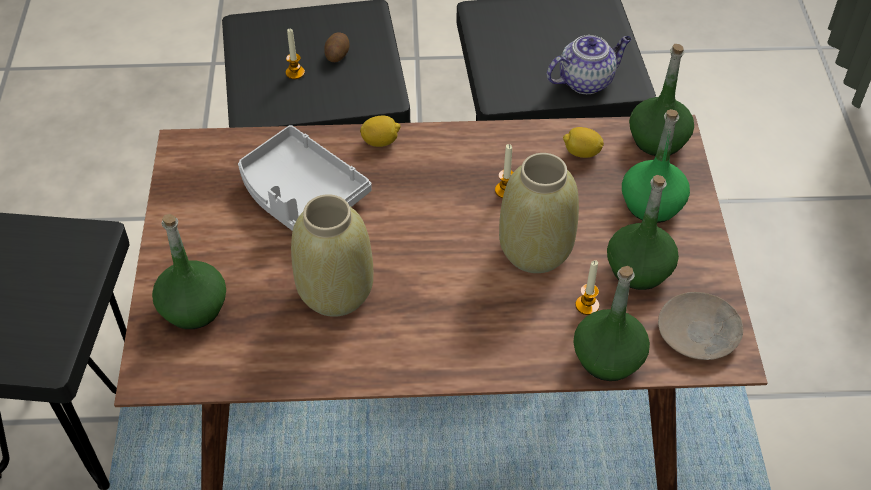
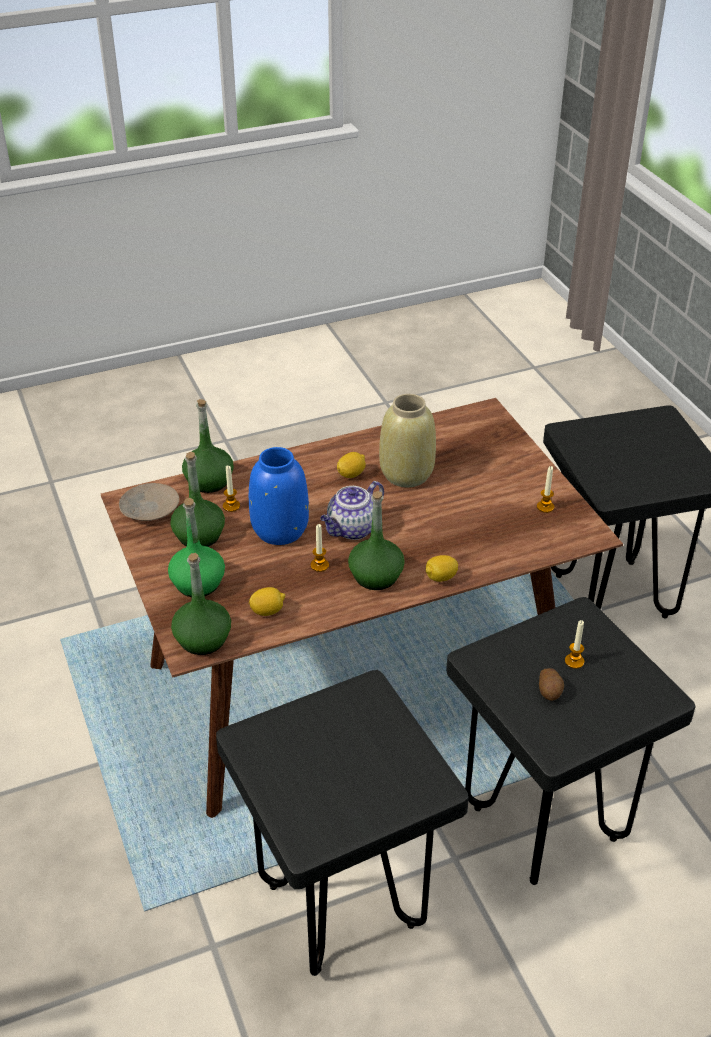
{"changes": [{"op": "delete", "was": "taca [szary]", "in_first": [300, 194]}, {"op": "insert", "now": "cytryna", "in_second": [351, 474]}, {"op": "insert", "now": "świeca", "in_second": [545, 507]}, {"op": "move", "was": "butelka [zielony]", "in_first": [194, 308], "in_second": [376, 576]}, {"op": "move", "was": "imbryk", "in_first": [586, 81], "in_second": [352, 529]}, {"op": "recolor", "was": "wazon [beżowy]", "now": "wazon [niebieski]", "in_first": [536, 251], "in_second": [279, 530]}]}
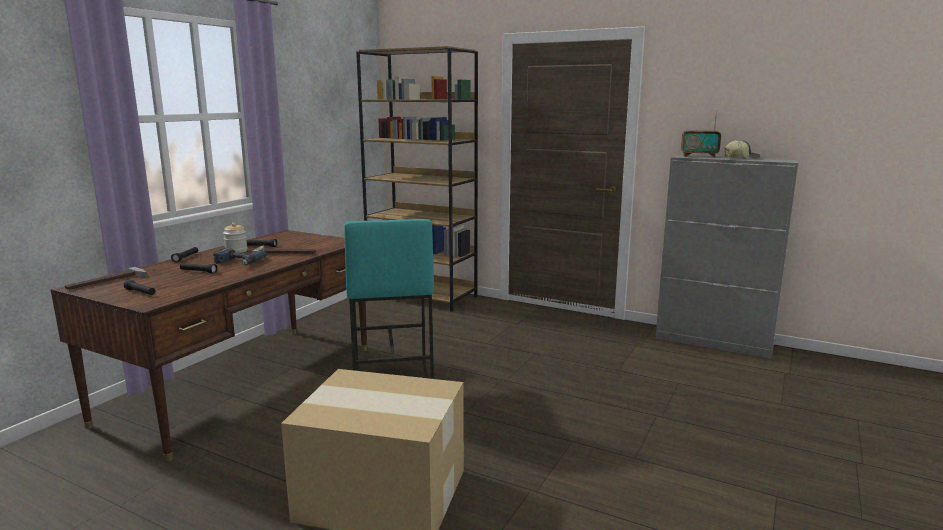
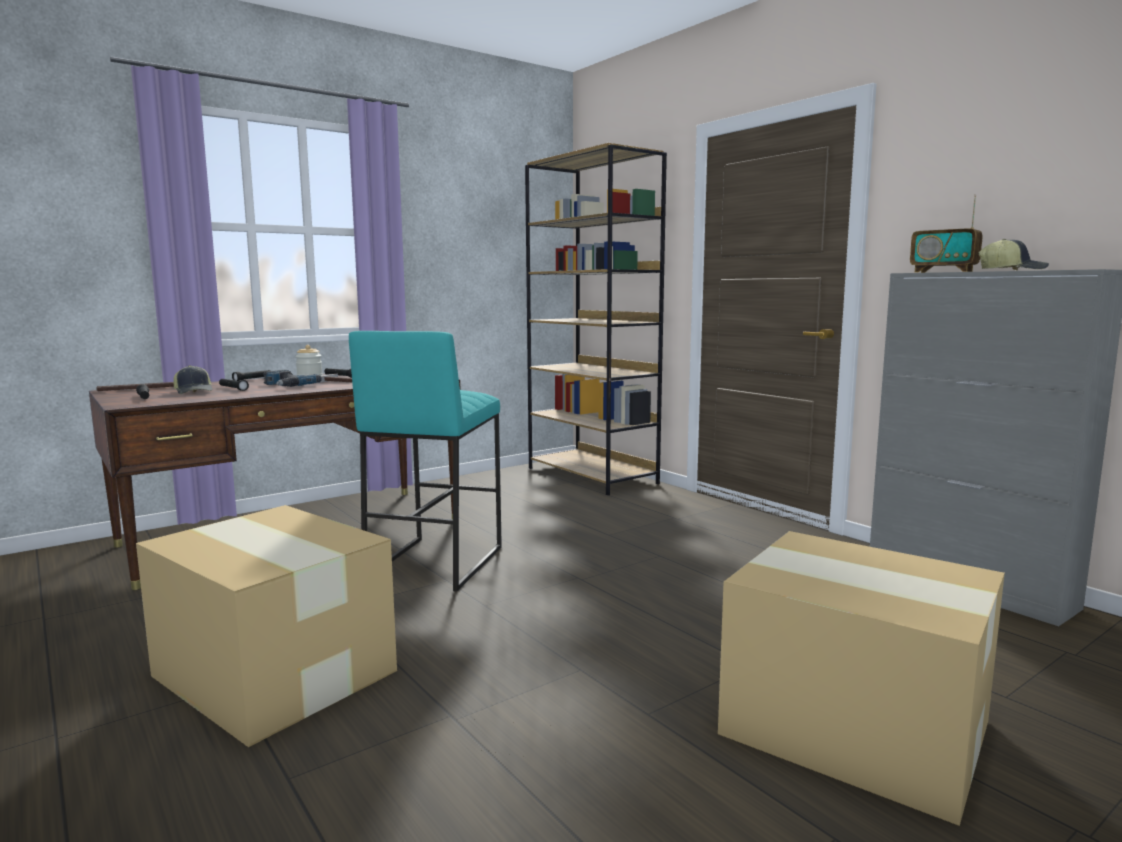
{"changes": [{"op": "insert", "now": "czapka z daszkiem", "in_second": [194, 392]}, {"op": "insert", "now": "karton", "in_second": [857, 729]}]}
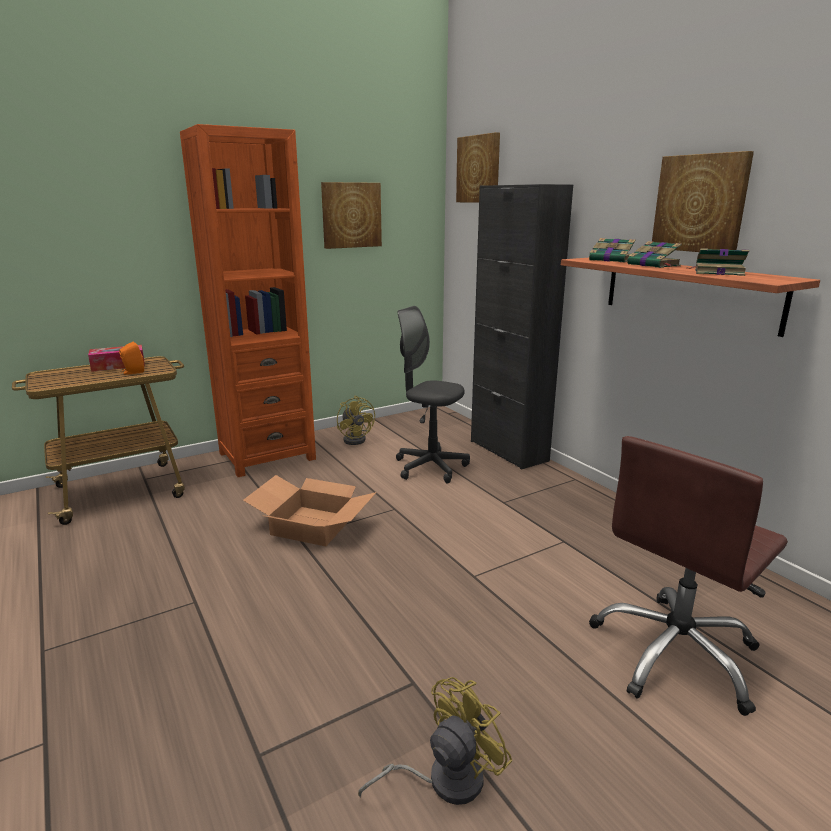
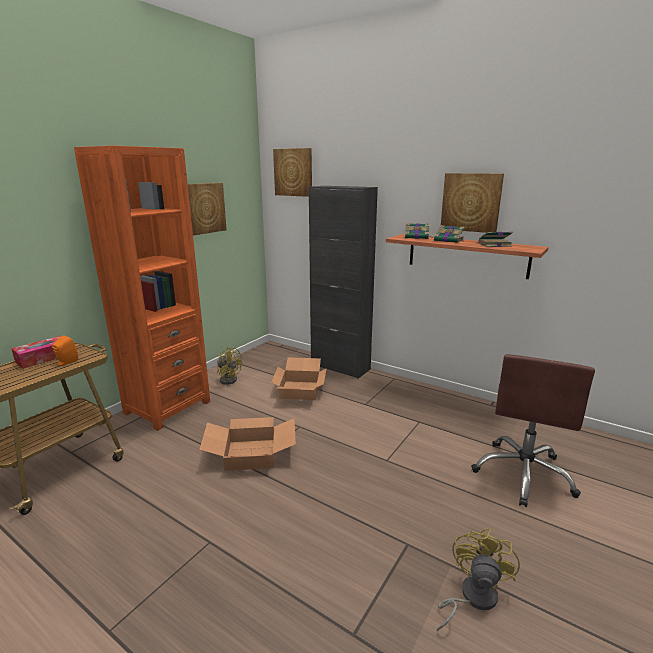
{"changes": [{"op": "replace", "was": "krzesło biurowe [szary]", "now": "karton", "in_first": [430, 467], "in_second": [299, 390]}]}
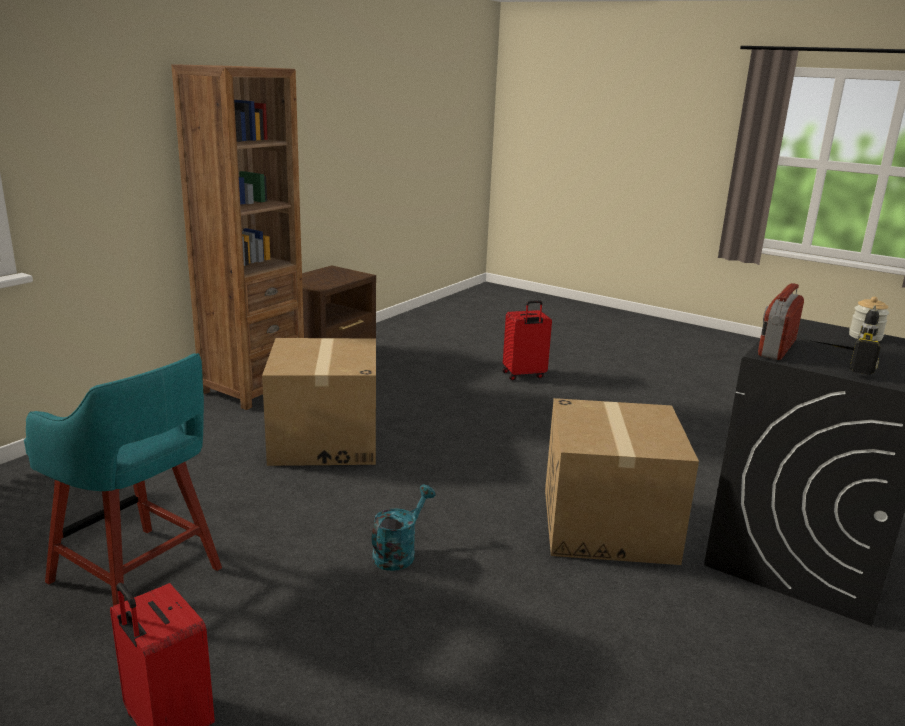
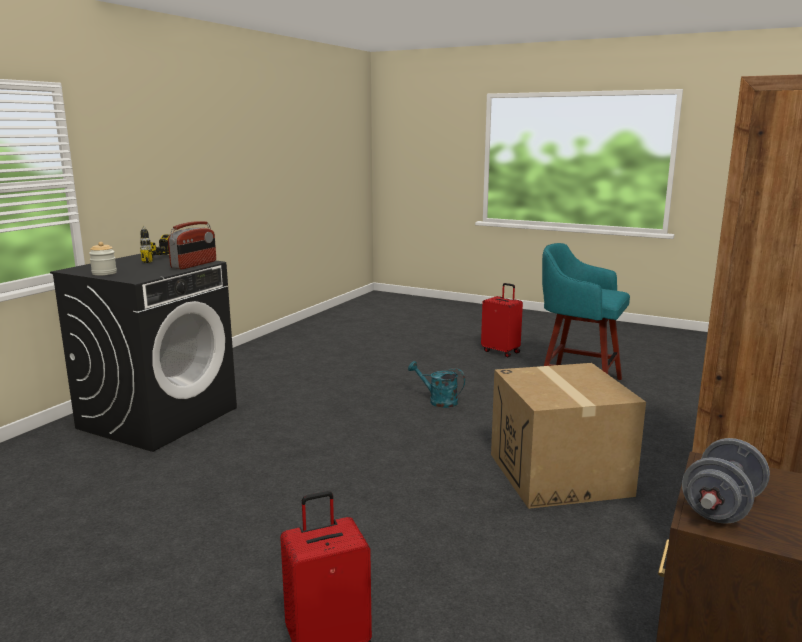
{"changes": [{"op": "delete", "was": "karton", "in_first": [608, 525]}, {"op": "insert", "now": "hantel [szary]", "in_second": [721, 508]}, {"op": "rotate", "was": "konewka [turkusowy]", "in_first": [399, 553], "in_second": [438, 401], "clockwise": 90}]}
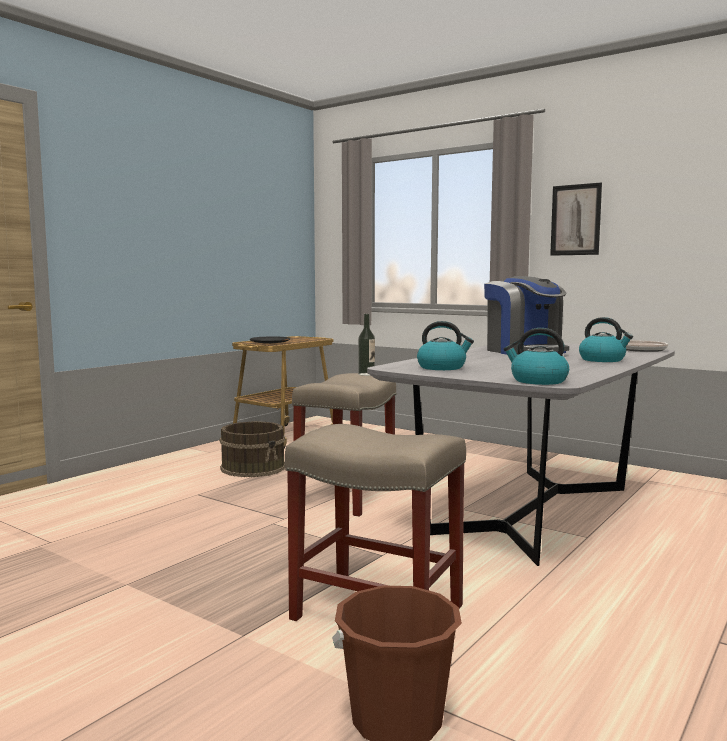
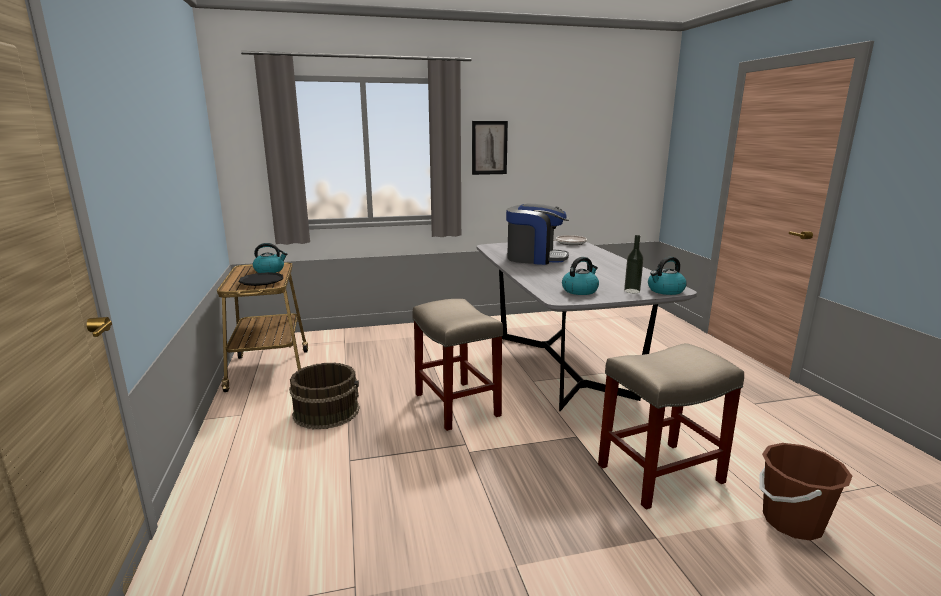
{"changes": [{"op": "move", "was": "butelka", "in_first": [366, 374], "in_second": [632, 291]}, {"op": "move", "was": "czajnik", "in_first": [603, 360], "in_second": [270, 270]}]}
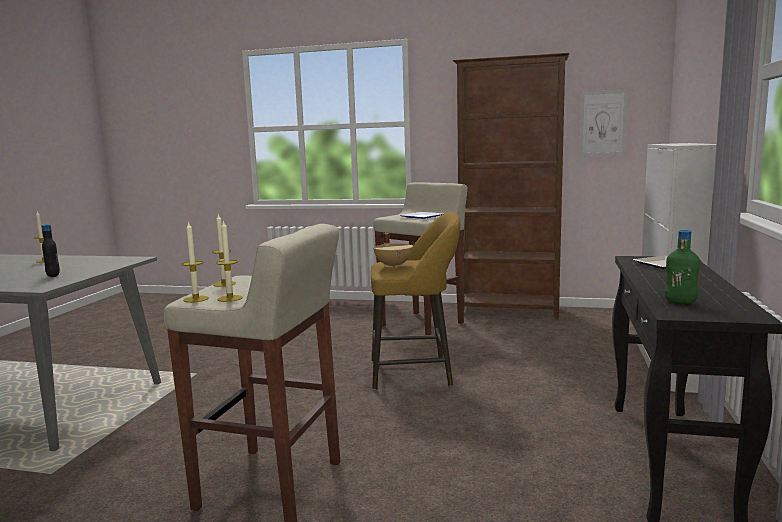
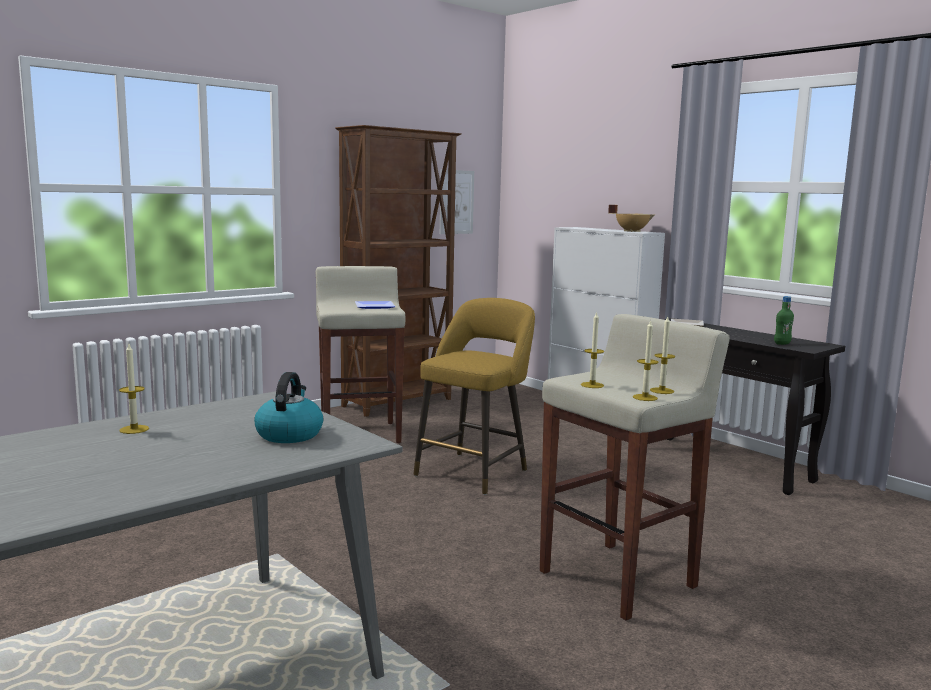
{"changes": [{"op": "move", "was": "garnek [beżowy]", "in_first": [394, 266], "in_second": [631, 231]}, {"op": "replace", "was": "butelka [czarny]", "now": "czajnik", "in_first": [53, 275], "in_second": [289, 434]}]}
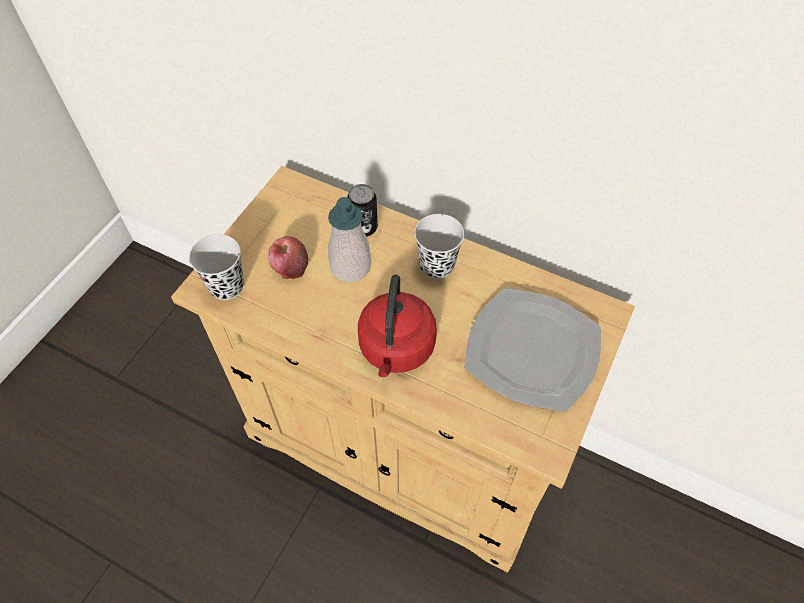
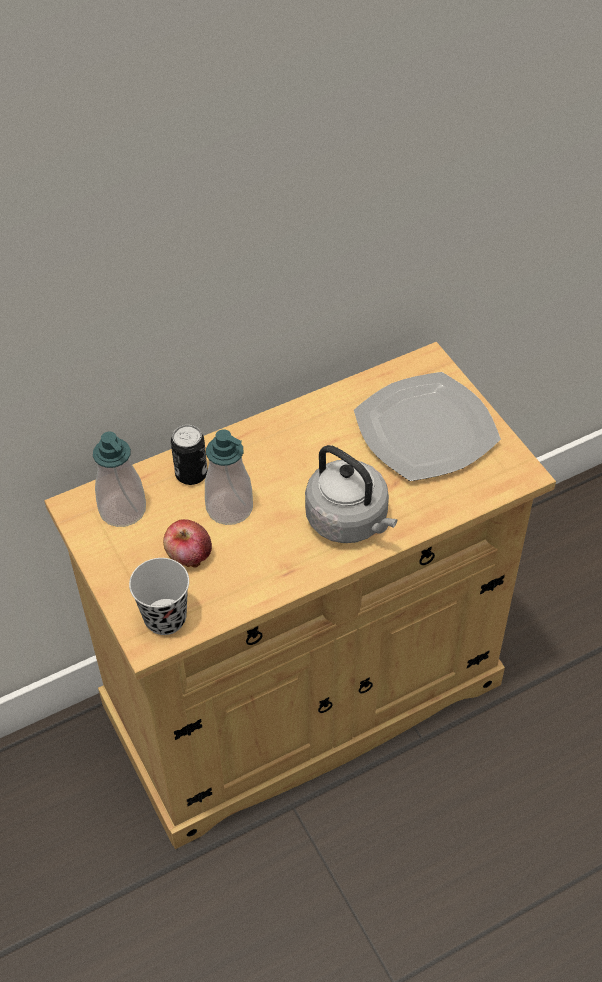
{"changes": [{"op": "delete", "was": "filiżanka [czarny]", "in_first": [437, 266]}, {"op": "insert", "now": "dozownik mydła", "in_second": [123, 510]}, {"op": "recolor", "was": "czajnik [czerwony]", "now": "czajnik [szary]", "in_first": [396, 350], "in_second": [350, 521]}]}
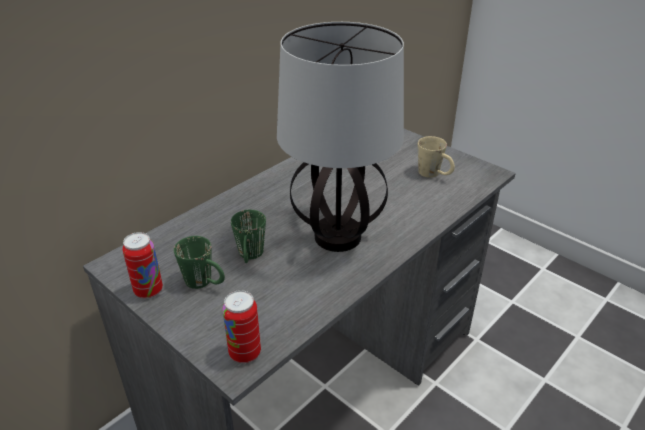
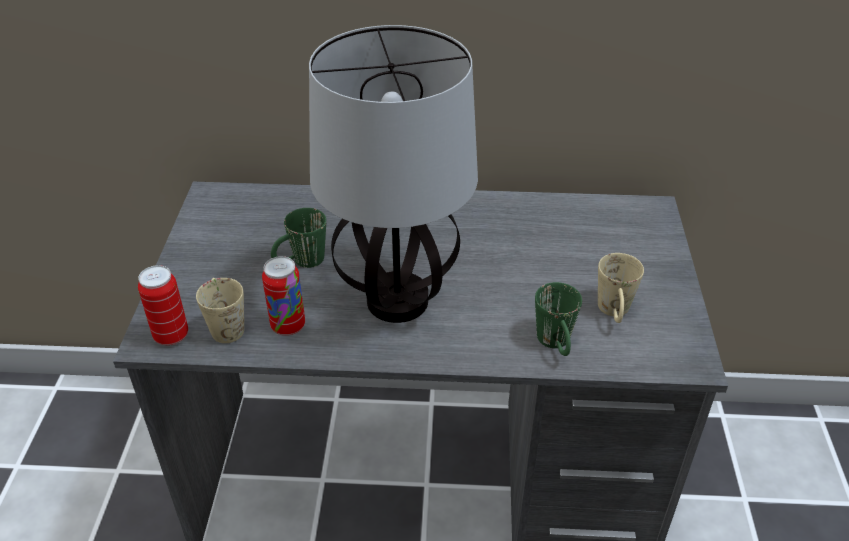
{"changes": [{"op": "insert", "now": "kubek [beżowy]", "in_second": [224, 324]}, {"op": "move", "was": "puszka", "in_first": [148, 291], "in_second": [288, 326]}, {"op": "move", "was": "kubek [zielony]", "in_first": [205, 283], "in_second": [556, 345]}]}
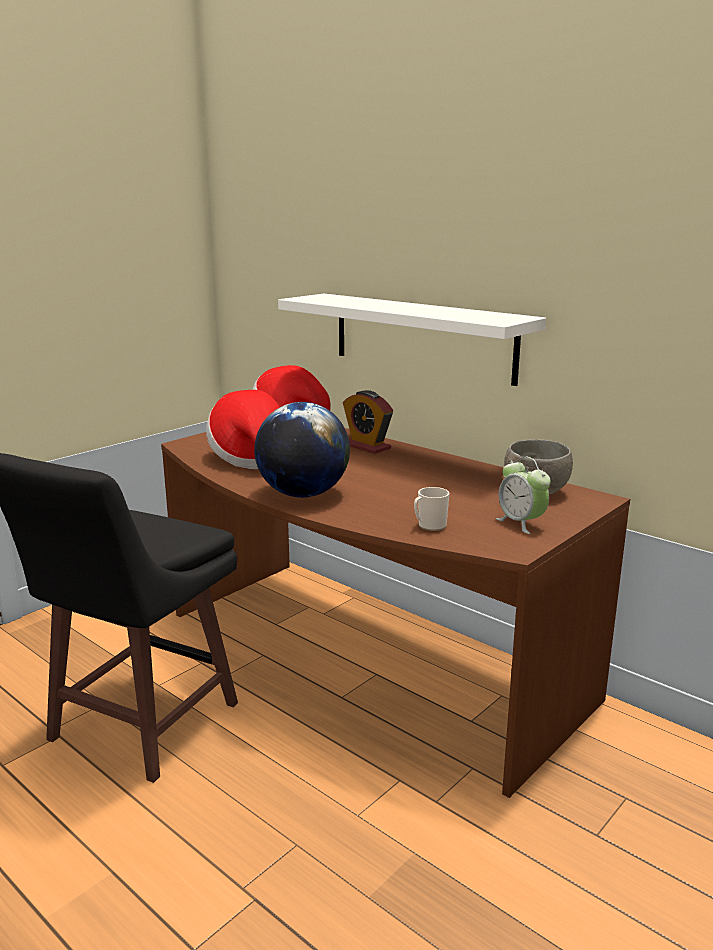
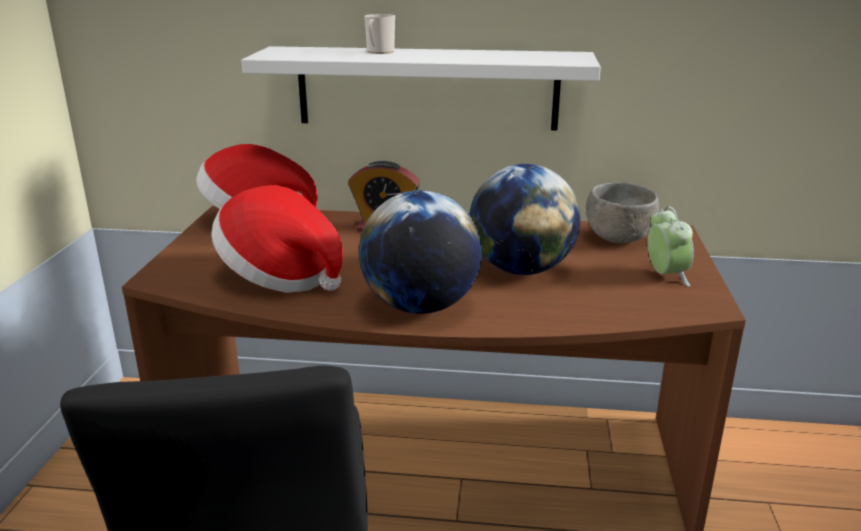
{"changes": [{"op": "insert", "now": "globus", "in_second": [521, 270]}, {"op": "move", "was": "kubek", "in_first": [429, 526], "in_second": [379, 52]}, {"op": "rotate", "was": "budzik", "in_first": [521, 523], "in_second": [665, 276], "clockwise": -120}]}
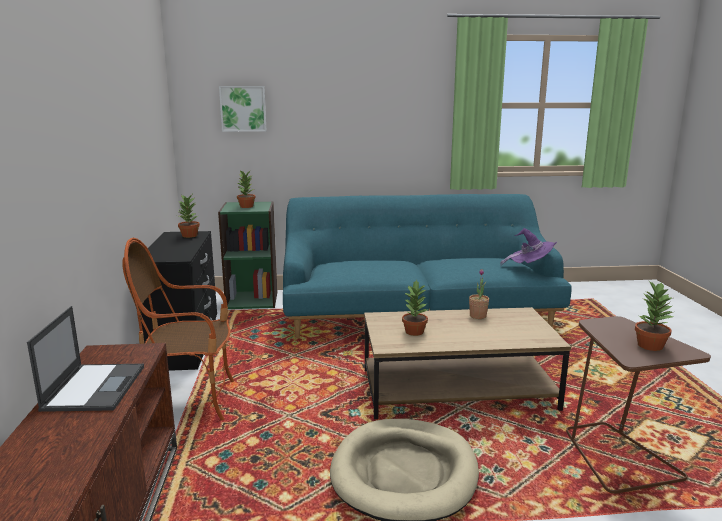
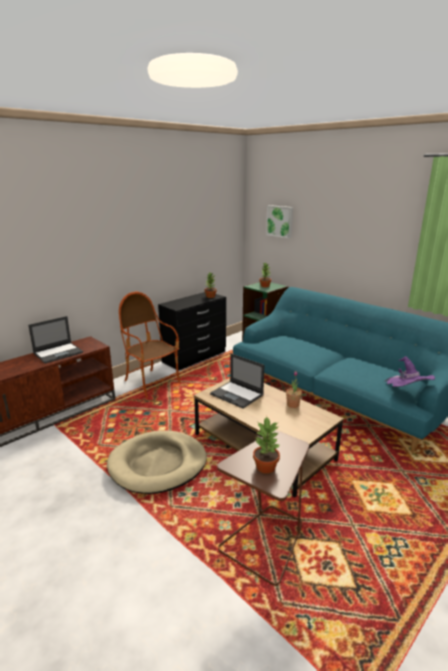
{"changes": [{"op": "replace", "was": "roślina doniczkowa", "now": "laptop", "in_first": [415, 332], "in_second": [237, 395]}]}
